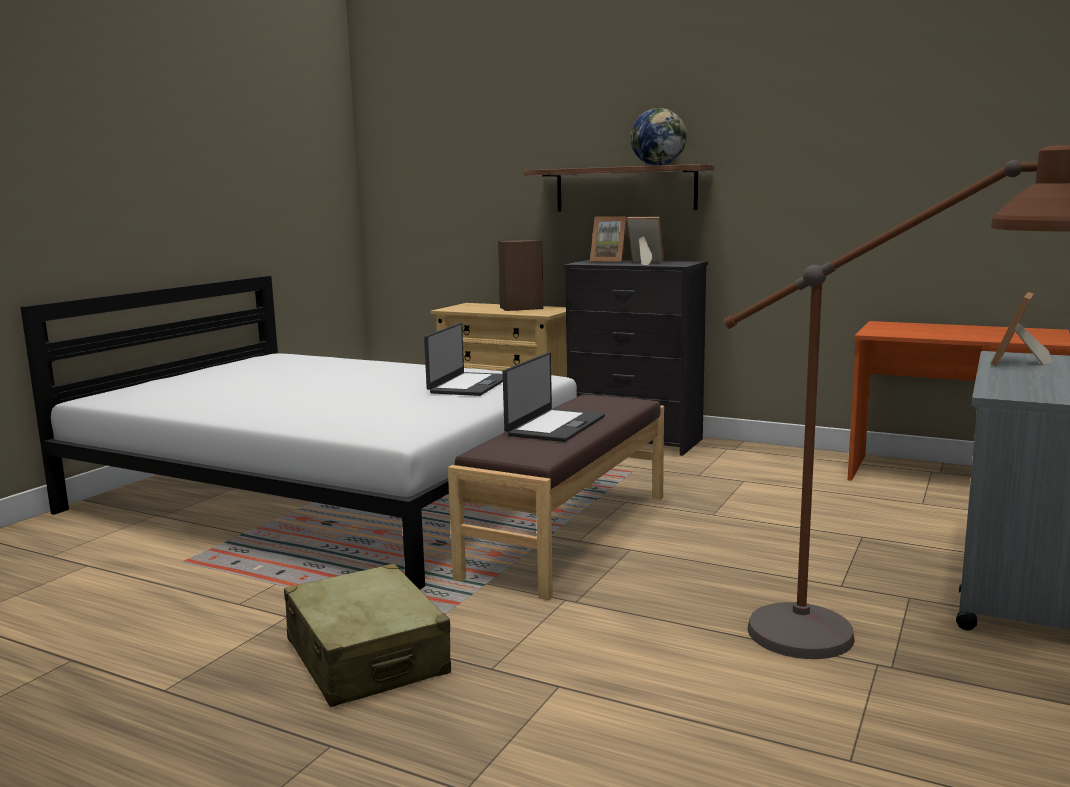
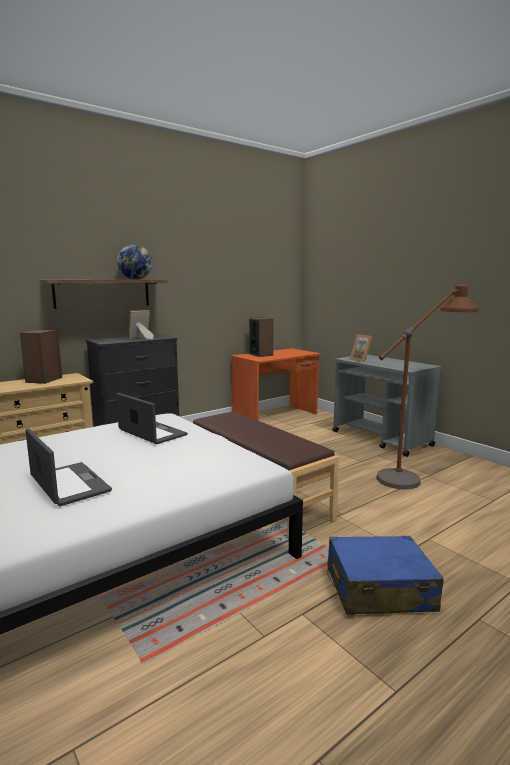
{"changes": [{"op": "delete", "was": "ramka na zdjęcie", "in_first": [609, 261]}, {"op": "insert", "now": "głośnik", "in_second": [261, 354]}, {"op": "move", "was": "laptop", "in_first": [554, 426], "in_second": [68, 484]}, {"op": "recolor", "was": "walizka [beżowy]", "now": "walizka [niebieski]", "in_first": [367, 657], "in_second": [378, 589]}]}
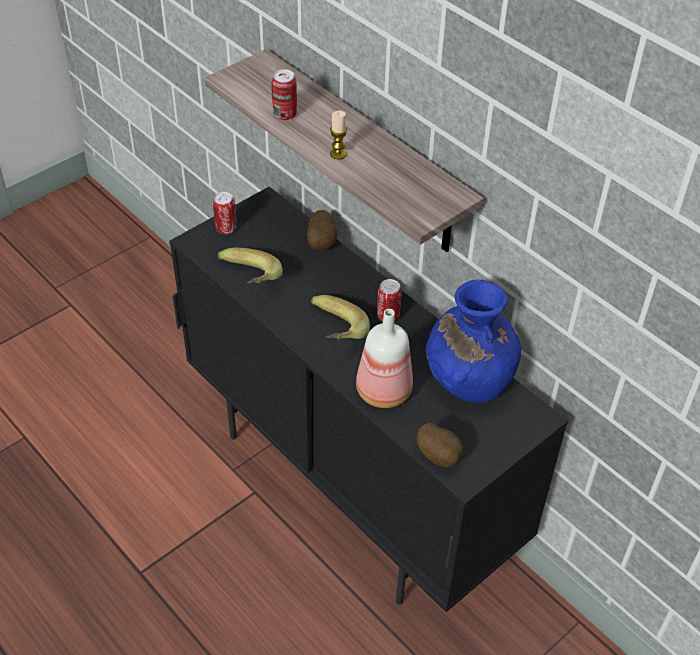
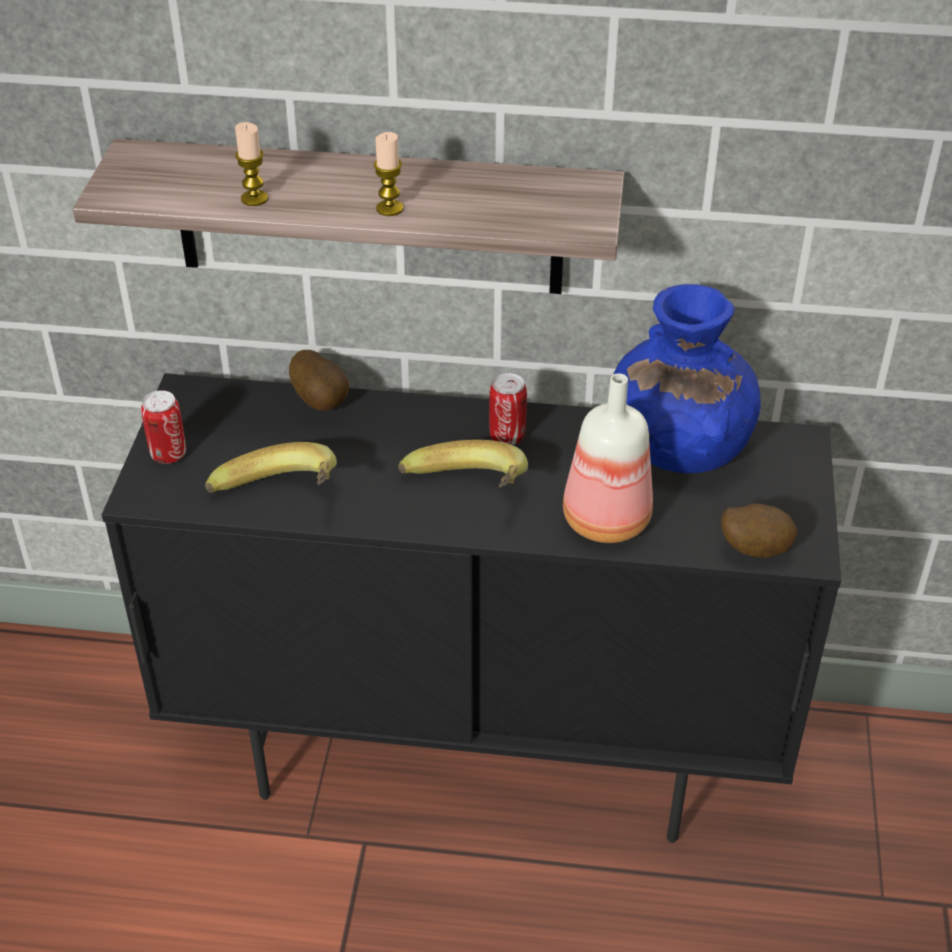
{"changes": [{"op": "replace", "was": "puszka", "now": "świeca", "in_first": [285, 114], "in_second": [254, 198]}]}
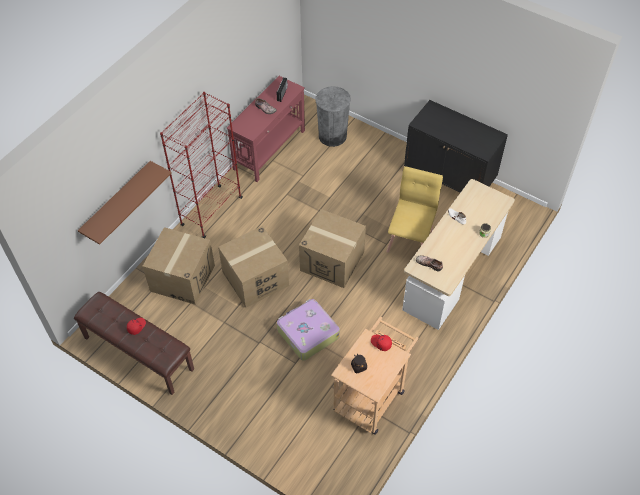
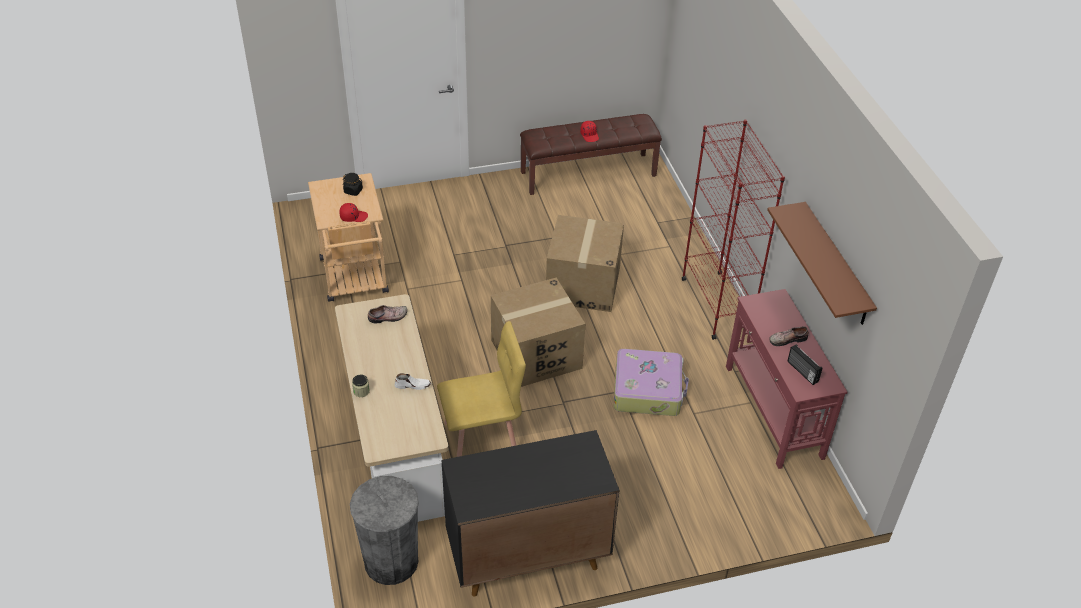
{"changes": [{"op": "delete", "was": "karton", "in_first": [182, 278]}, {"op": "move", "was": "półka [brązowy]", "in_first": [117, 201], "in_second": [836, 265]}, {"op": "move", "was": "walizka", "in_first": [307, 333], "in_second": [648, 390]}, {"op": "move", "was": "kosz na śmieci [szary]", "in_first": [332, 136], "in_second": [391, 561]}, {"op": "rotate", "was": "krzesło [żółty]", "in_first": [410, 241], "in_second": [482, 439], "clockwise": -75}]}
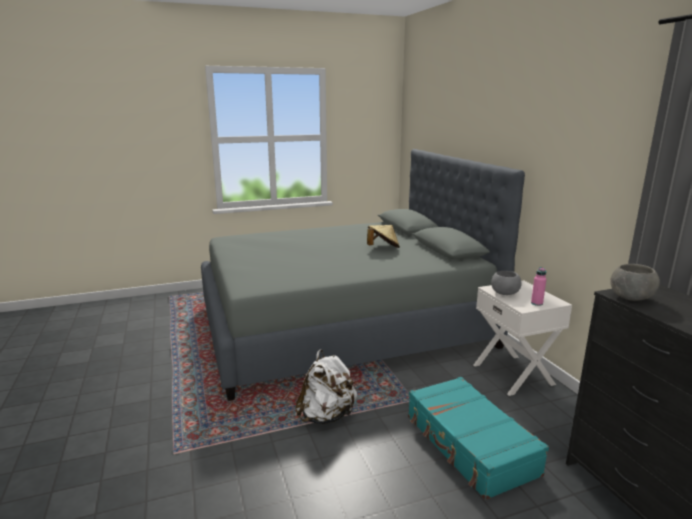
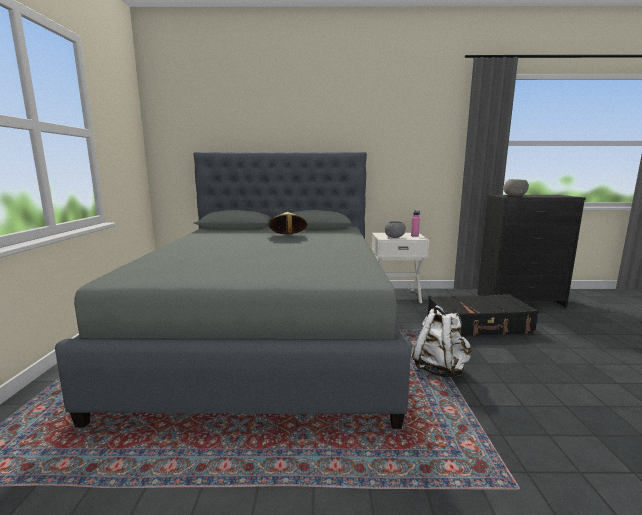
{"changes": [{"op": "recolor", "was": "walizka [turkusowy]", "now": "walizka [czarny]", "in_first": [469, 445], "in_second": [479, 325]}]}
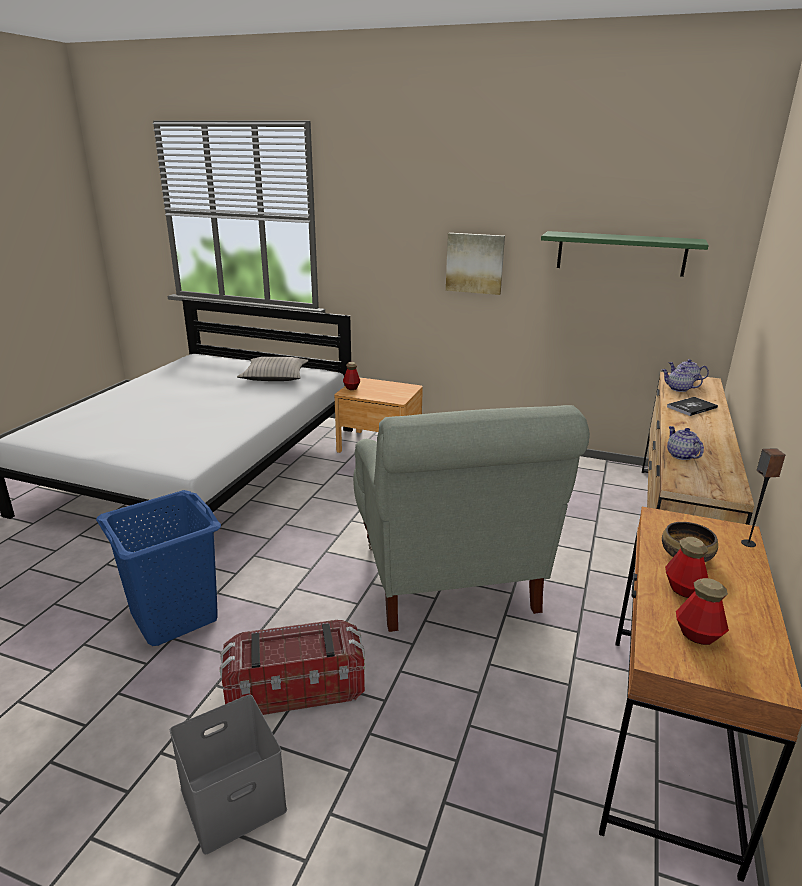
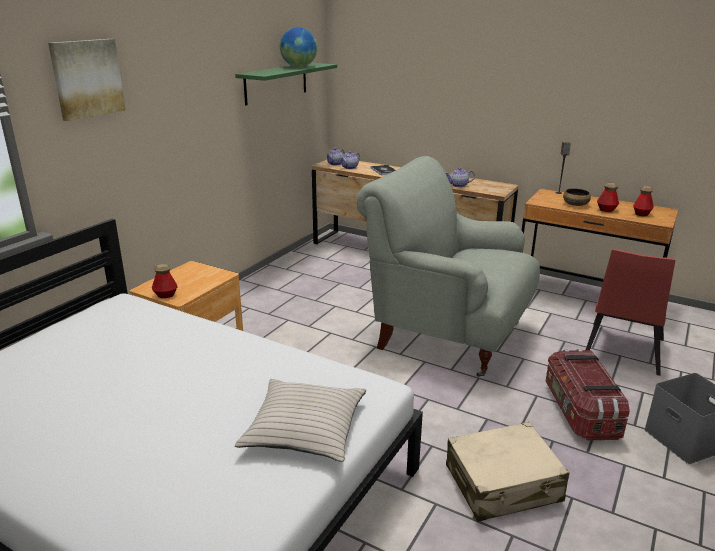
{"changes": [{"op": "insert", "now": "globus", "in_second": [298, 67]}, {"op": "insert", "now": "krzesło [czerwony]", "in_second": [621, 351]}, {"op": "move", "was": "poduszka [beżowy]", "in_first": [274, 377], "in_second": [304, 429]}, {"op": "move", "was": "obraz", "in_first": [475, 263], "in_second": [87, 78]}, {"op": "replace", "was": "kosz na pranie [niebieski]", "now": "walizka [beżowy]", "in_first": [175, 616], "in_second": [503, 484]}, {"op": "rotate", "was": "fotel [szary]", "in_first": [448, 579], "in_second": [447, 335], "clockwise": -150}]}
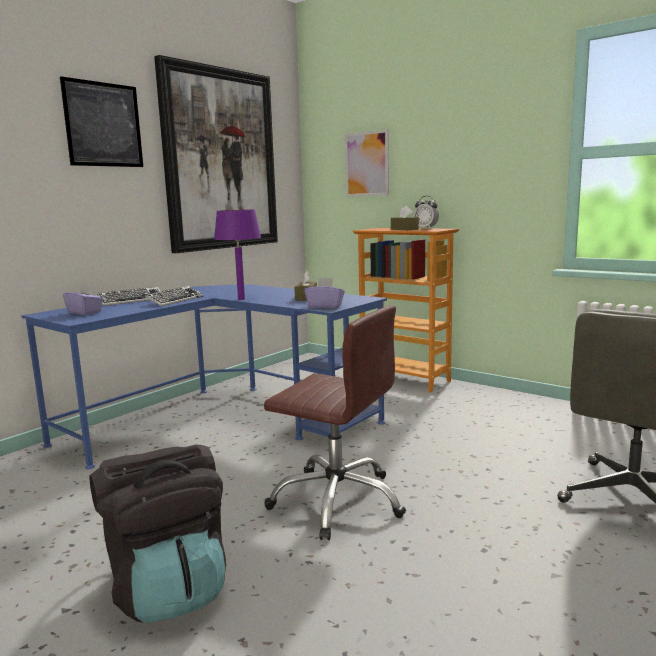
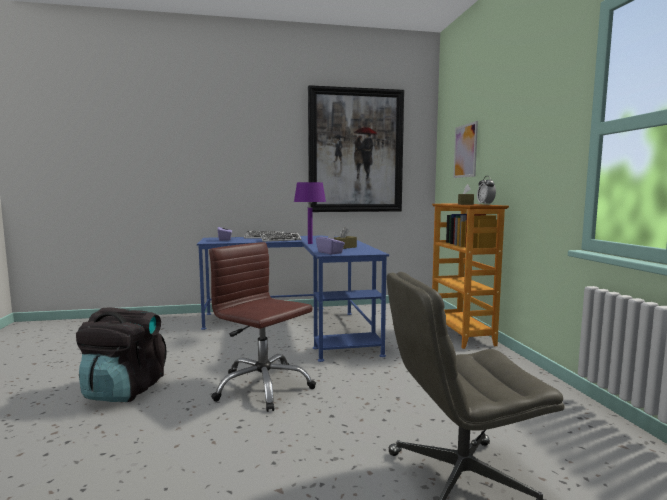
{"changes": [{"op": "delete", "was": "obraz", "in_first": [103, 124]}, {"op": "rotate", "was": "krzesło biurowe [brązowy]", "in_first": [337, 500], "in_second": [262, 387], "clockwise": 150}]}
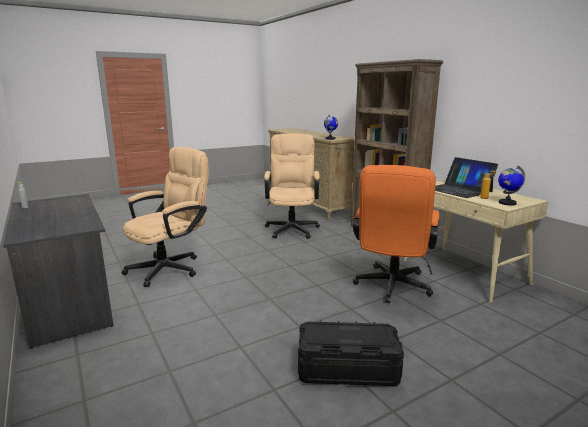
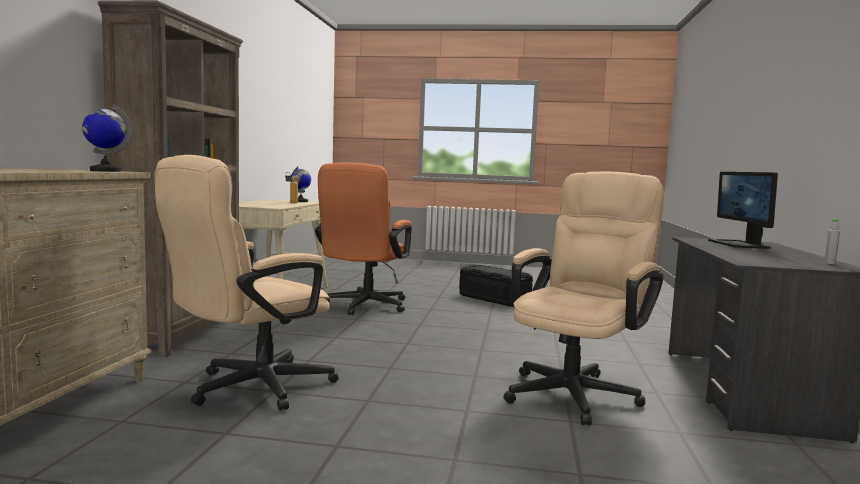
{"changes": [{"op": "delete", "was": "laptop", "in_first": [459, 190]}, {"op": "insert", "now": "monitor", "in_second": [739, 244]}, {"op": "rotate", "was": "krzesło biurowe [beżowy]", "in_first": [171, 267], "in_second": [577, 391], "clockwise": 135}, {"op": "rotate", "was": "krzesło biurowe [pomarańczowy]", "in_first": [391, 288], "in_second": [363, 307], "clockwise": 135}]}
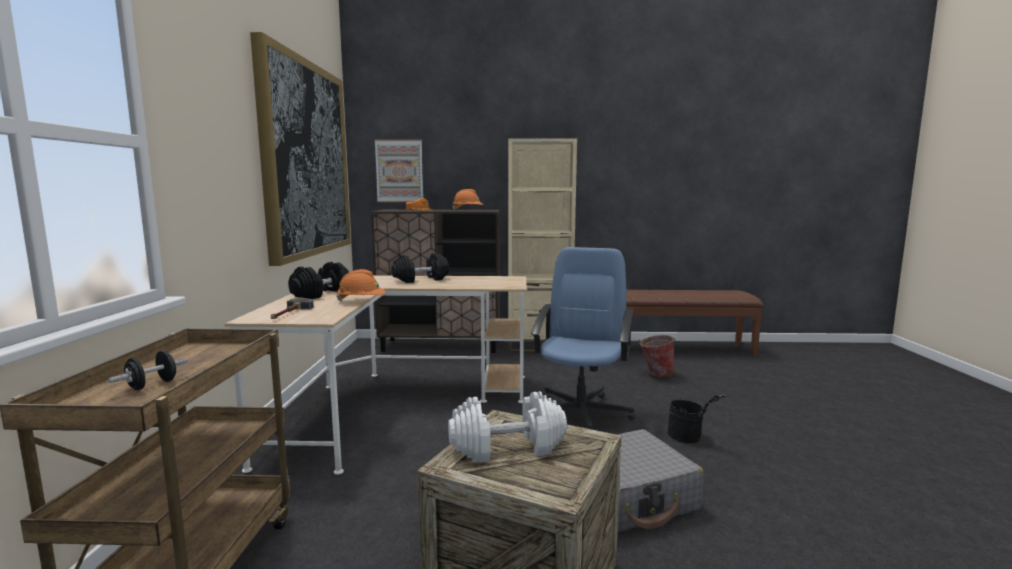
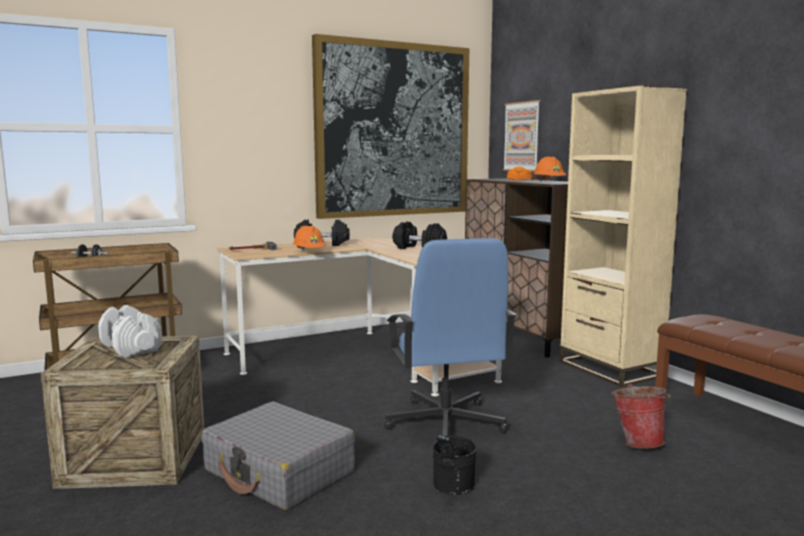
{"changes": [{"op": "rotate", "was": "krzesło biurowe [niebieski]", "in_first": [581, 413], "in_second": [445, 424], "clockwise": 90}]}
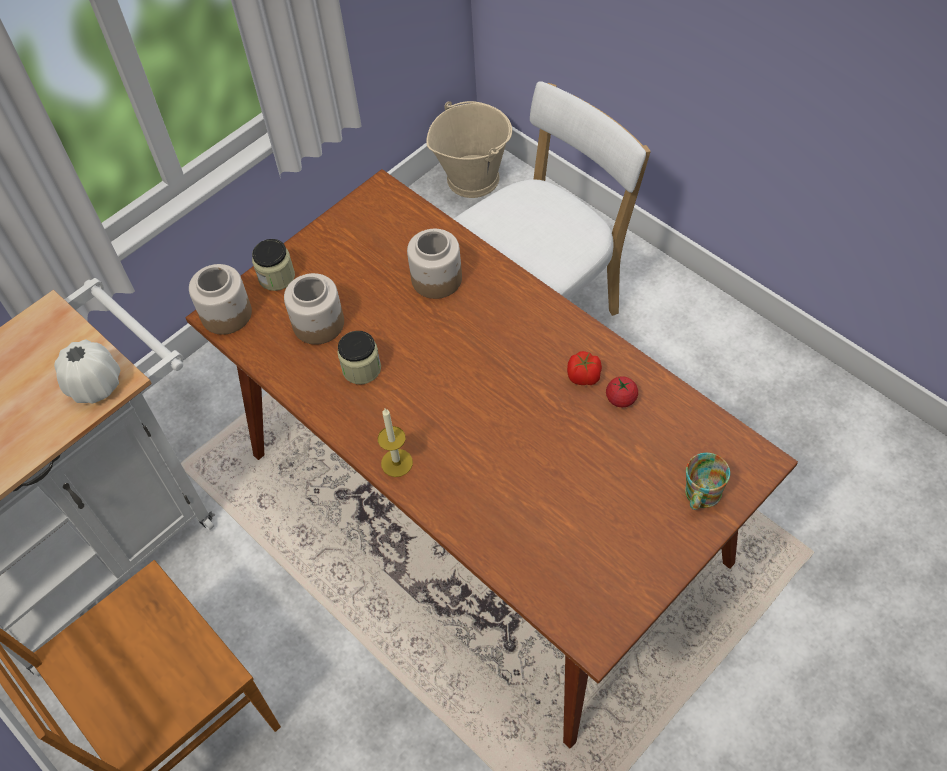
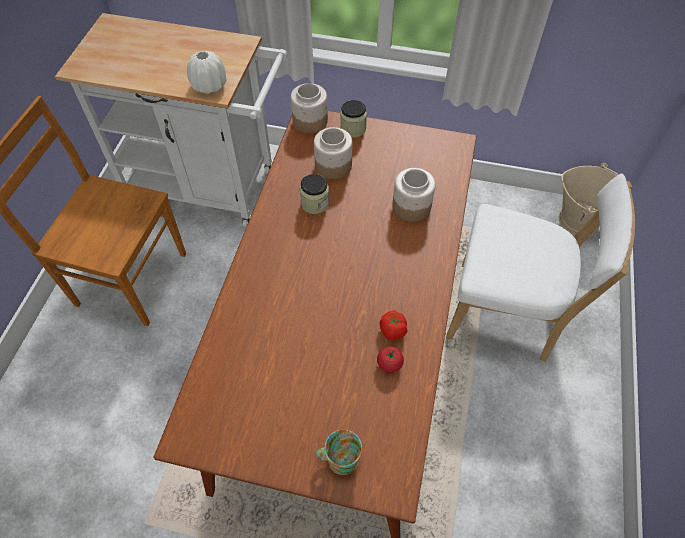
{"changes": [{"op": "delete", "was": "świeca", "in_first": [397, 463]}]}
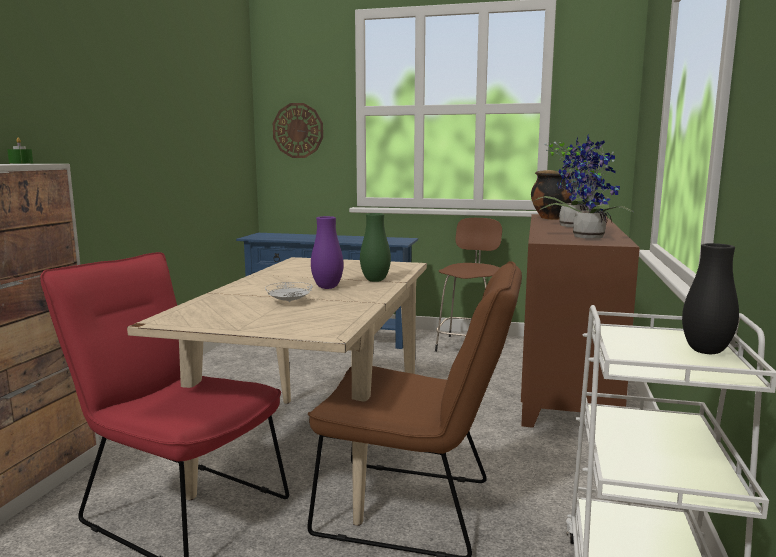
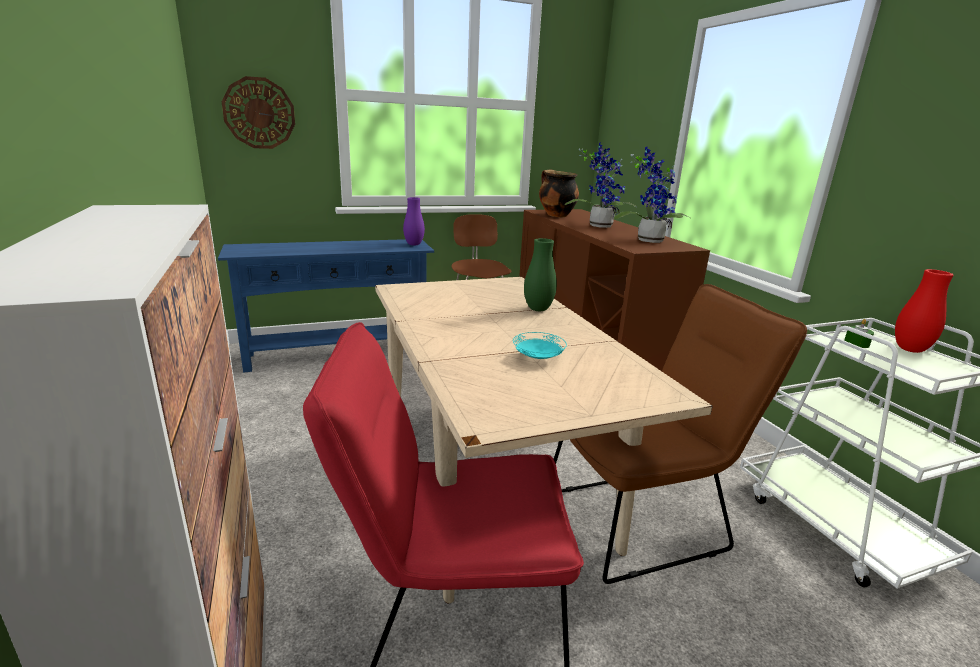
{"changes": [{"op": "move", "was": "świeca [zielony]", "in_first": [21, 163], "in_second": [856, 343]}, {"op": "move", "was": "wazon [fioletowy]", "in_first": [327, 287], "in_second": [414, 244]}, {"op": "recolor", "was": "talerz [biały]", "now": "talerz [turkusowy]", "in_first": [289, 302], "in_second": [538, 358]}, {"op": "recolor", "was": "wazon [czarny]", "now": "wazon [czerwony]", "in_first": [706, 351], "in_second": [910, 349]}]}
